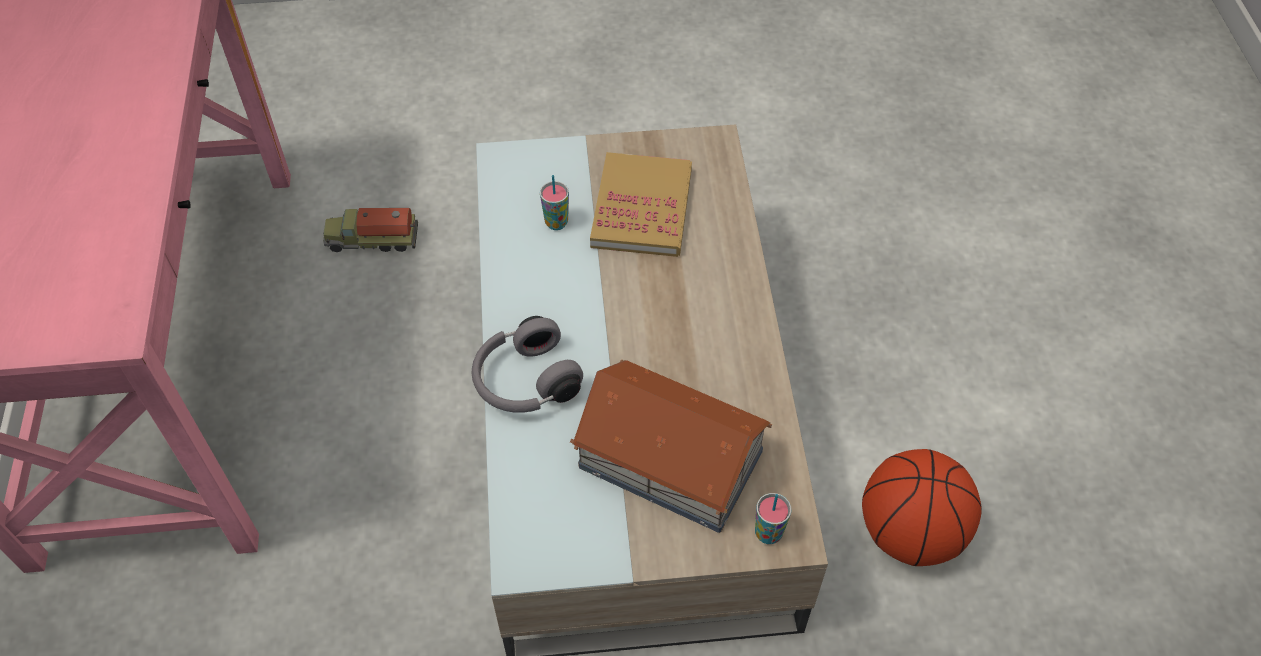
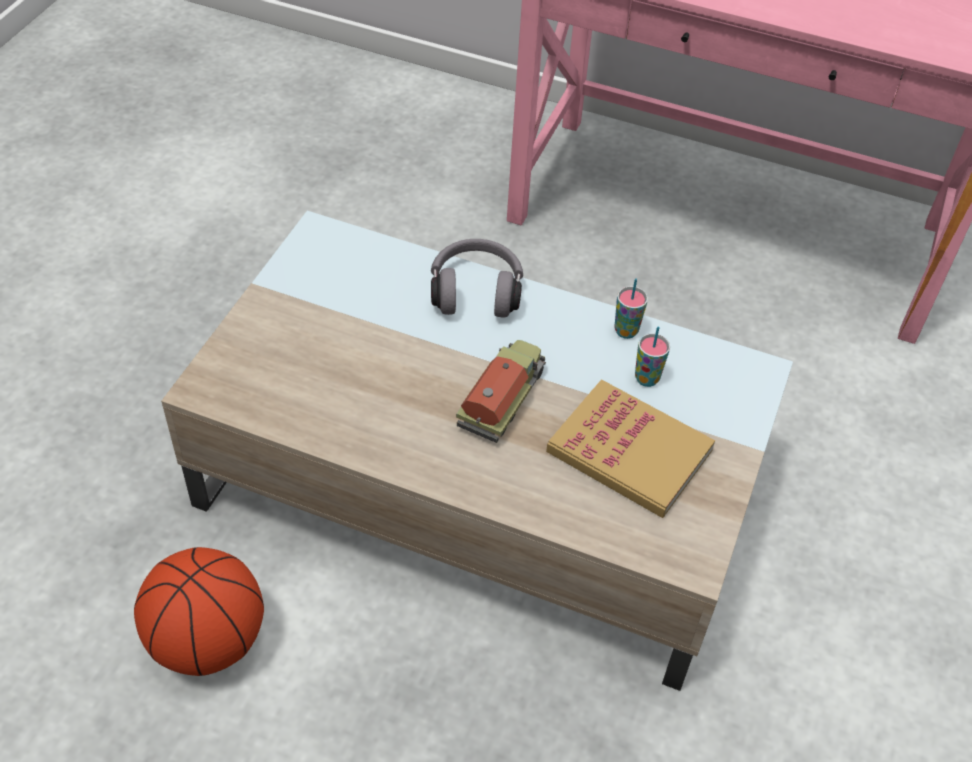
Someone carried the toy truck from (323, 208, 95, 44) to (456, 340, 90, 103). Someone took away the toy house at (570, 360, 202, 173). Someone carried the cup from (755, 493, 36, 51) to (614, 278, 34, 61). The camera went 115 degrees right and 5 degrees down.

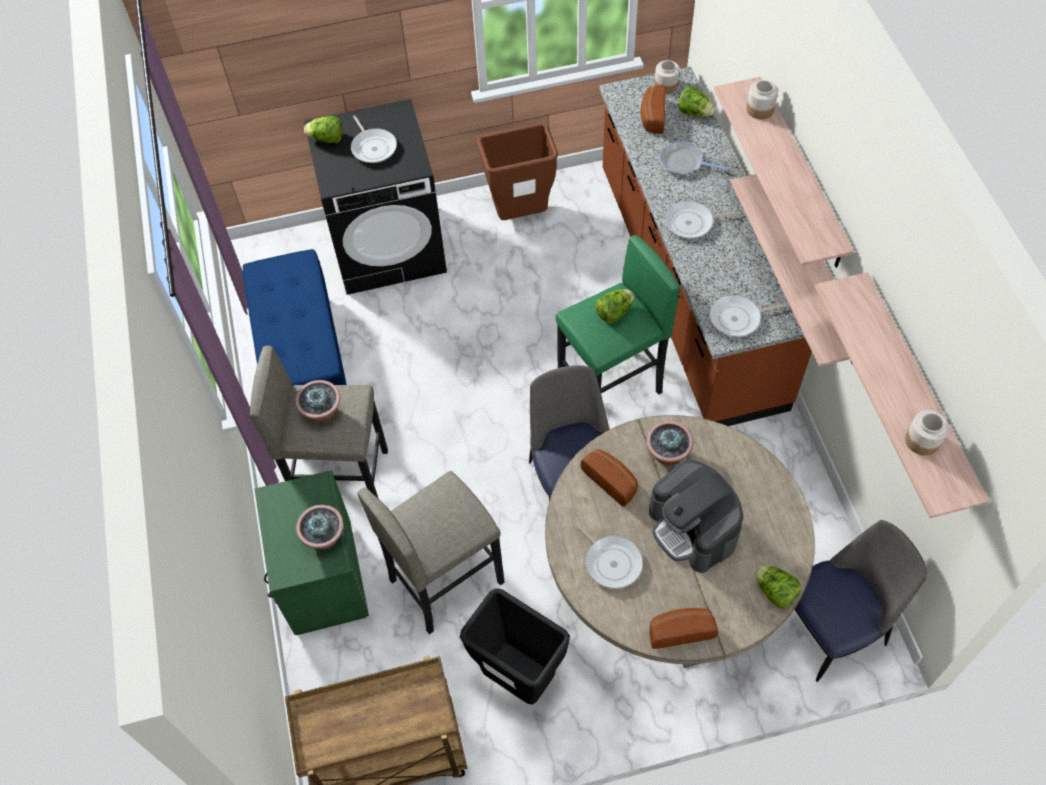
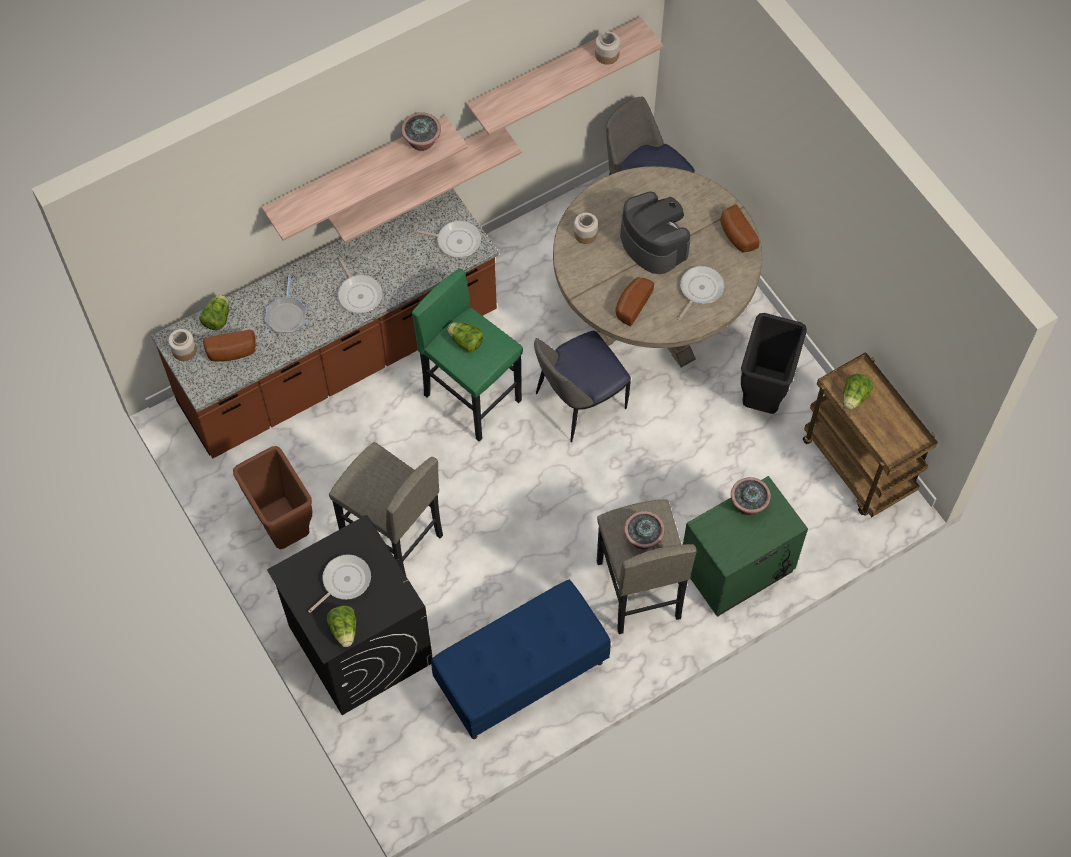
Someone carried the jar from (746, 80, 32, 39) to (574, 213, 24, 31). Someone rotated the frying pan at (709, 295, 78, 42) by 45 degrees counterclockwise. Someone carried the potted plant from (646, 421, 47, 44) to (401, 112, 40, 39). Someone rotated the coffee machine at (649, 460, 94, 113) by 75 degrees counterclockwise. Someone carried the grey stool from (357, 471, 148, 163) to (329, 442, 114, 133). Someone carried the lettuce from (755, 565, 46, 44) to (843, 374, 30, 36). The camera went 110 degrees left and 5 degrees up.

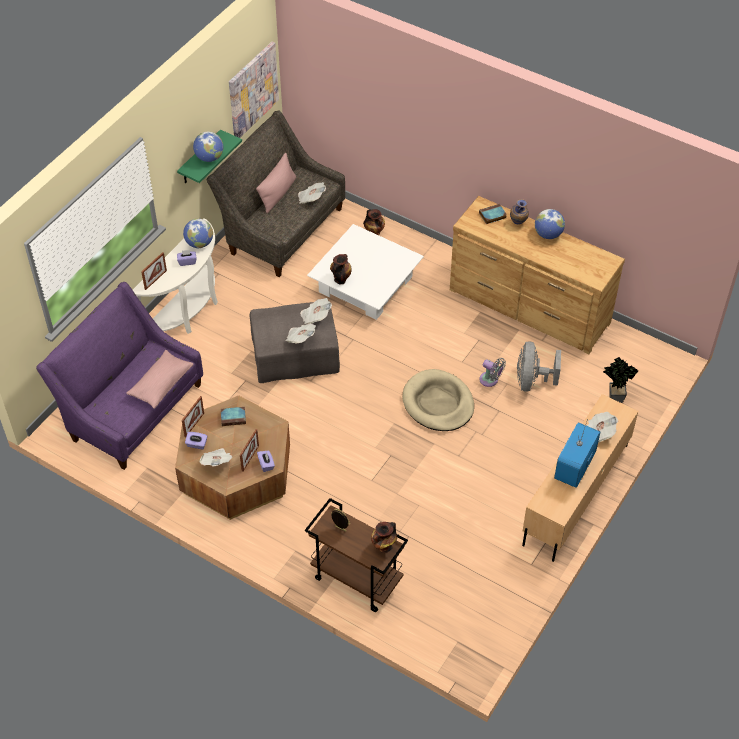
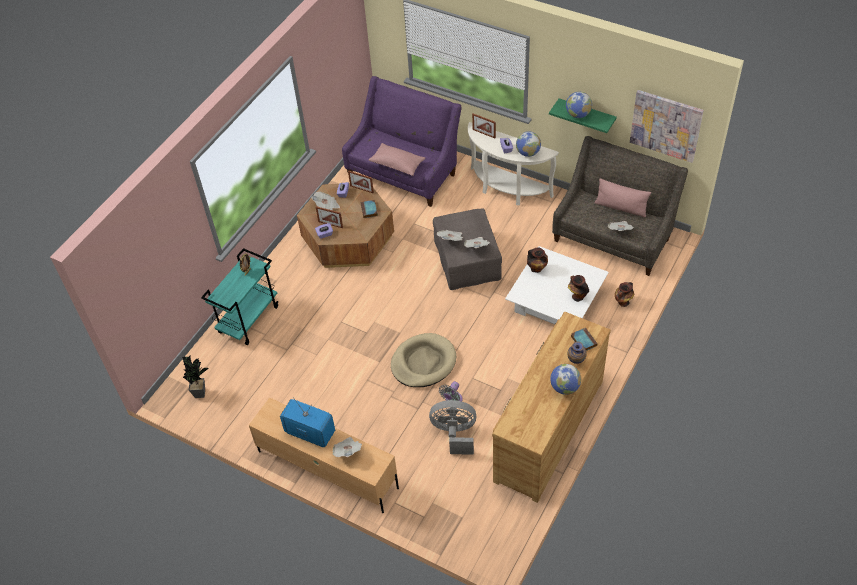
Someone carried the potted plant from (603, 357, 35, 46) to (182, 356, 27, 42). Someone repainted the brown cart at (305, 498, 103, 114), which became the turquoise cart at (201, 248, 78, 97). Someone carried the vase from (371, 522, 26, 31) to (568, 275, 21, 27). The camera went 90 degrees right and 0 degrees up.

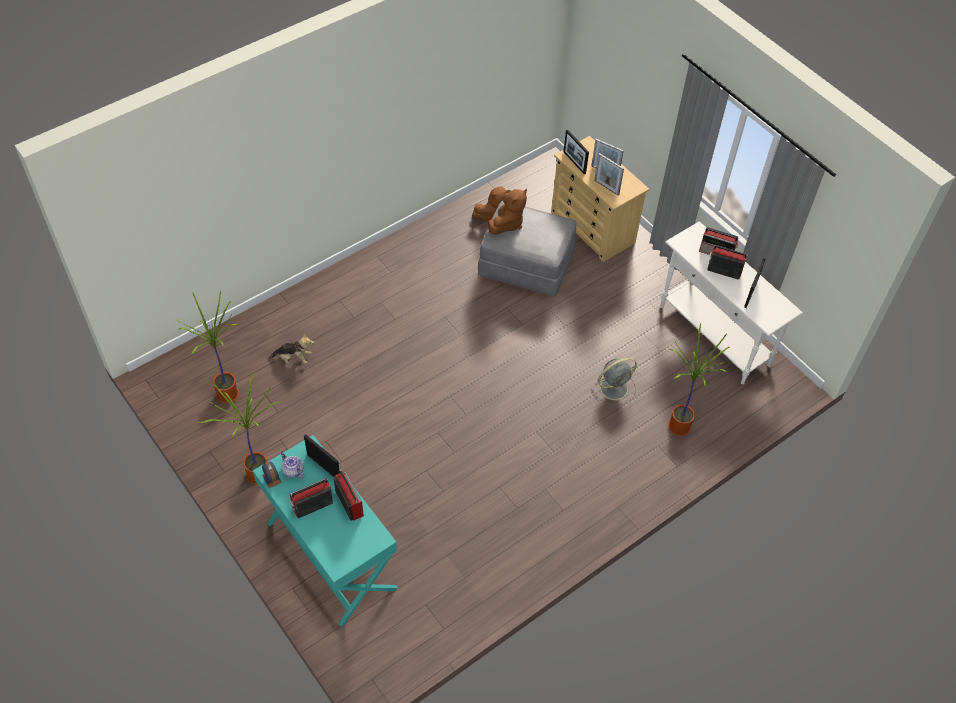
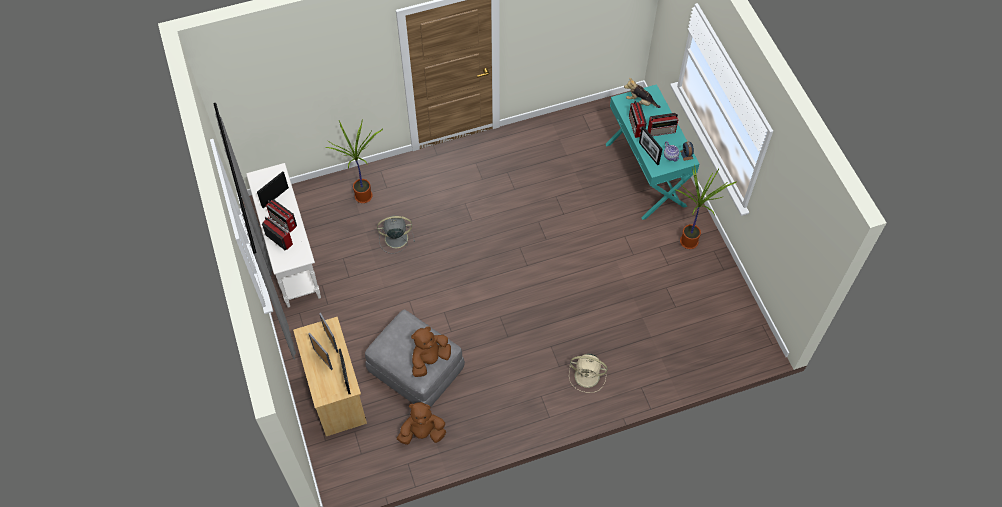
Someone took away the potted plant at (176, 291, 63, 113). Someone carried the plush toy from (269, 333, 45, 31) to (624, 78, 37, 30). Someone put down the beige fan at (569, 354, 39, 39). The camera went 160 degrees left and 5 degrees up.

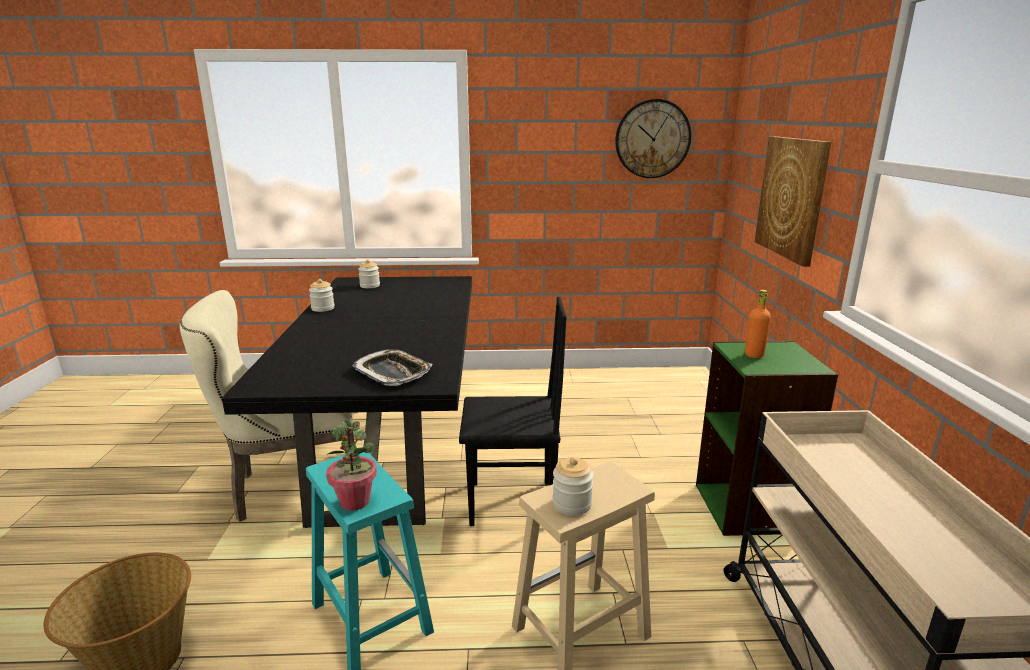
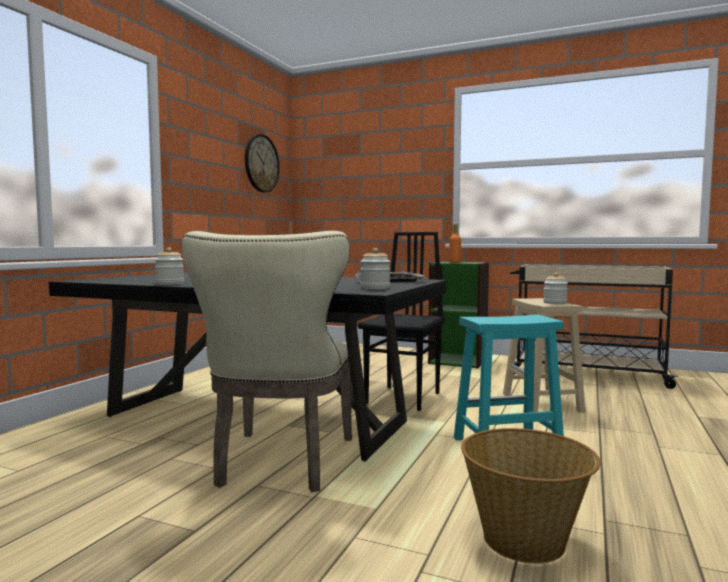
Someone took away the picture at (755, 136, 76, 131). Someone carried the jar from (358, 259, 22, 29) to (360, 248, 30, 41). Someone took away the potted plant at (326, 419, 51, 92). The camera went 65 degrees left and 15 degrees down.

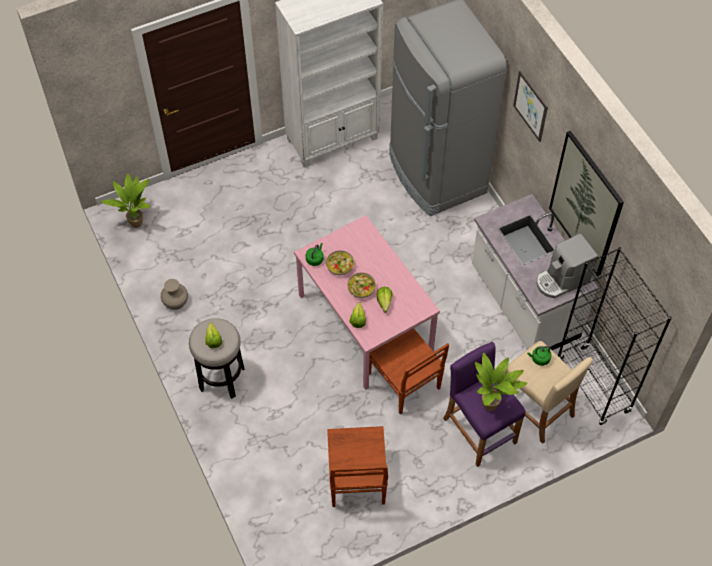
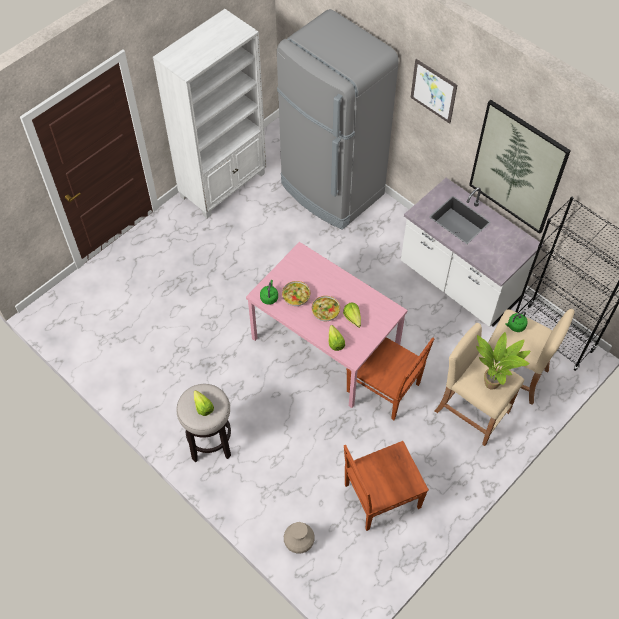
Someone took away the potted plant at (101, 173, 49, 55). Someone took away the coffee machine at (536, 233, 62, 65). Someone carried the beige vase from (161, 279, 27, 31) to (284, 522, 31, 32). Someone repainted the purple stool at (443, 342, 83, 125), which became the beige stool at (435, 323, 89, 123). Someone rotated the brown chair at (327, 426, 61, 81) by 90 degrees clockwise. The camera went 20 degrees left and 0 degrees up.

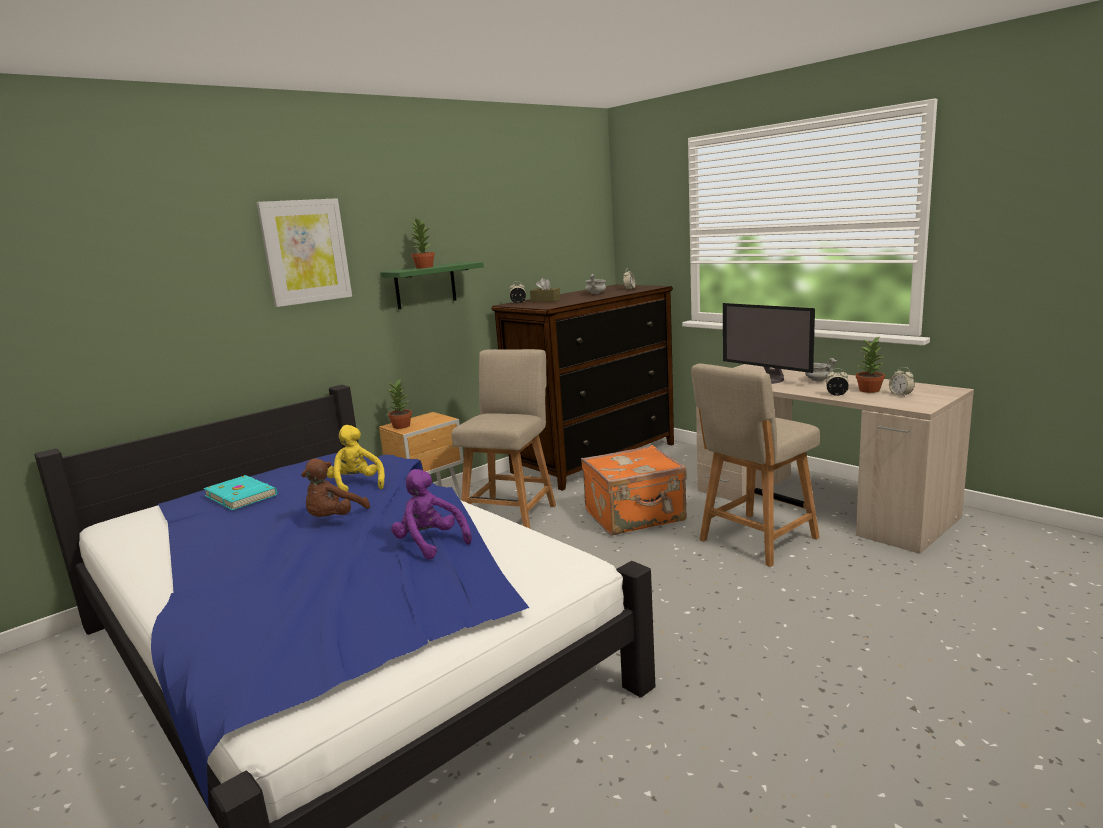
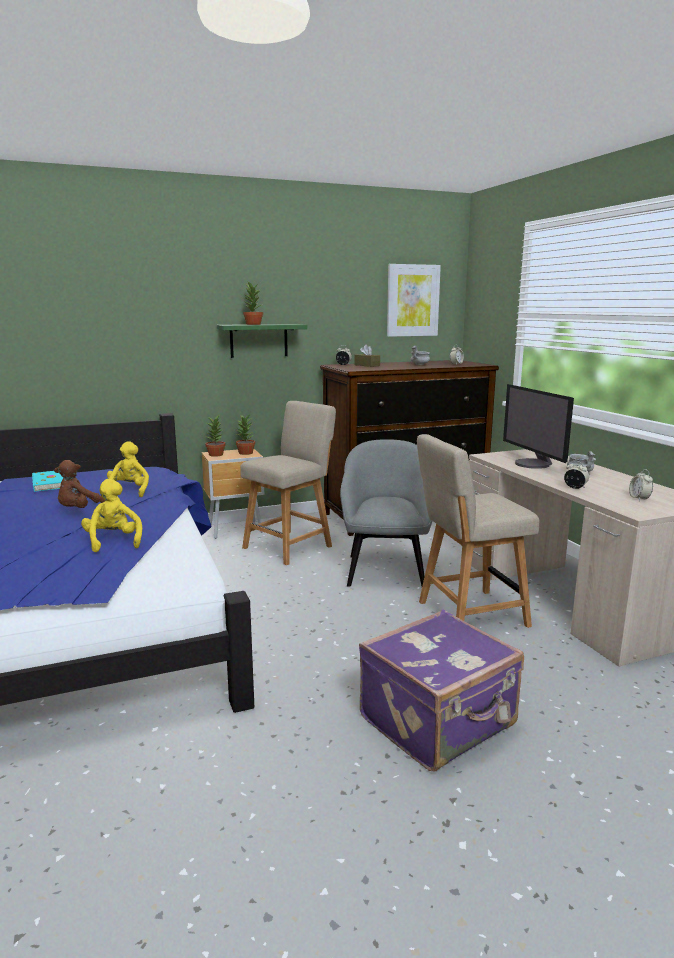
Someone carried the picture from (257, 198, 95, 109) to (387, 264, 54, 73). Someone carried the potted plant from (856, 336, 29, 57) to (236, 415, 19, 40). Someone swapped the orange suitcase at (581, 445, 106, 90) for the grey armchair at (340, 439, 92, 148). Someone repainted the purple plush toy at (391, 469, 81, 91), which became the yellow plush toy at (81, 479, 61, 73). Someone put down the purple suitcase at (359, 609, 165, 162). The camera went 20 degrees right and 0 degrees up.

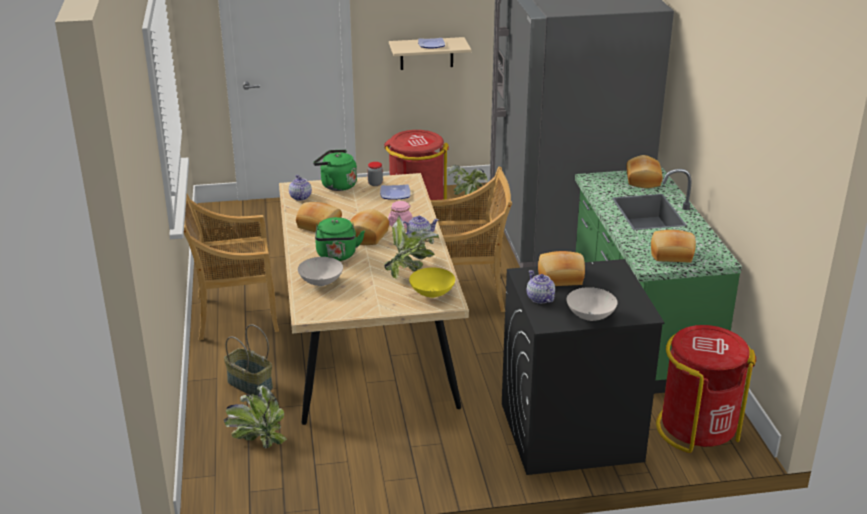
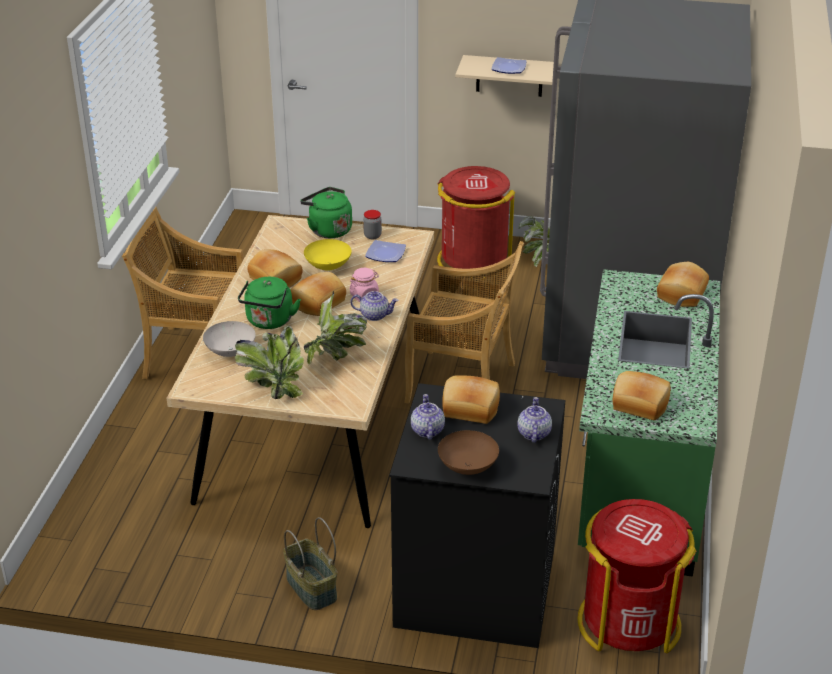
Someone carried the teapot from (289, 175, 23, 26) to (518, 397, 34, 46). Someone carried the yellow bowl from (409, 268, 46, 30) to (304, 239, 48, 32). Someone repainted the white bowl at (566, 287, 52, 34), which became the brown bowl at (438, 430, 61, 45). Someone carried the basket from (224, 324, 49, 72) to (283, 517, 54, 93). Someone carried the potted plant from (224, 385, 63, 63) to (235, 326, 69, 73). The camera went 20 degrees right and 5 degrees up.

